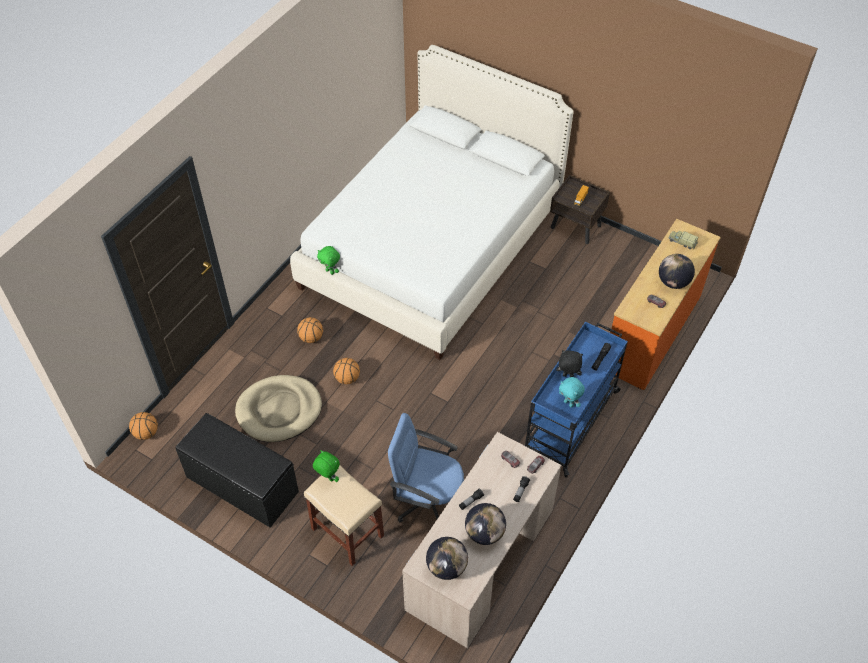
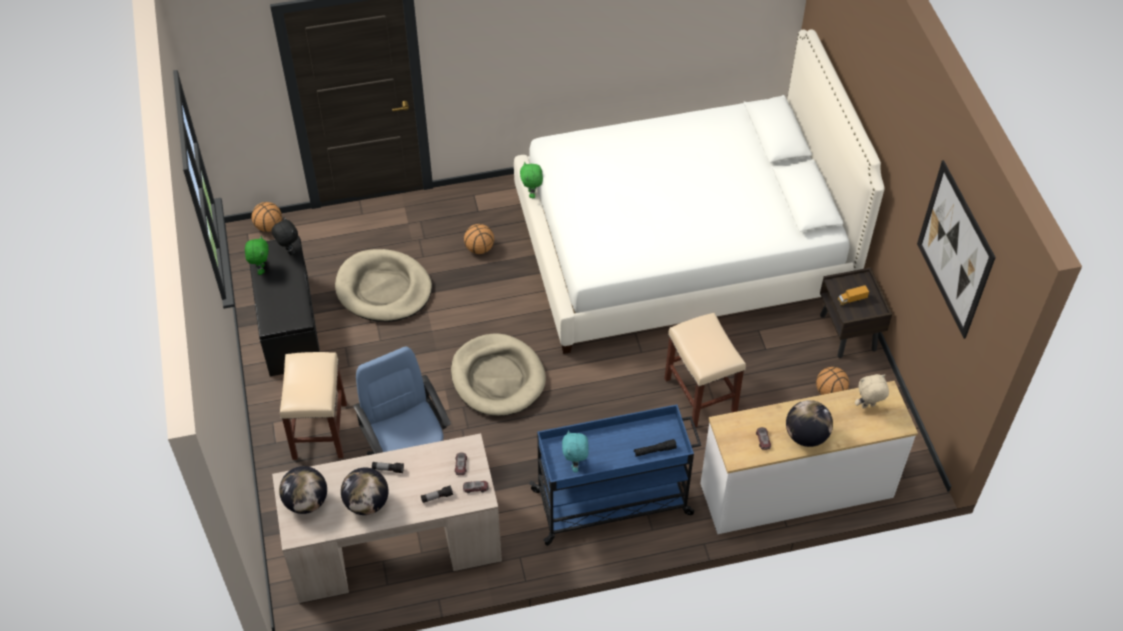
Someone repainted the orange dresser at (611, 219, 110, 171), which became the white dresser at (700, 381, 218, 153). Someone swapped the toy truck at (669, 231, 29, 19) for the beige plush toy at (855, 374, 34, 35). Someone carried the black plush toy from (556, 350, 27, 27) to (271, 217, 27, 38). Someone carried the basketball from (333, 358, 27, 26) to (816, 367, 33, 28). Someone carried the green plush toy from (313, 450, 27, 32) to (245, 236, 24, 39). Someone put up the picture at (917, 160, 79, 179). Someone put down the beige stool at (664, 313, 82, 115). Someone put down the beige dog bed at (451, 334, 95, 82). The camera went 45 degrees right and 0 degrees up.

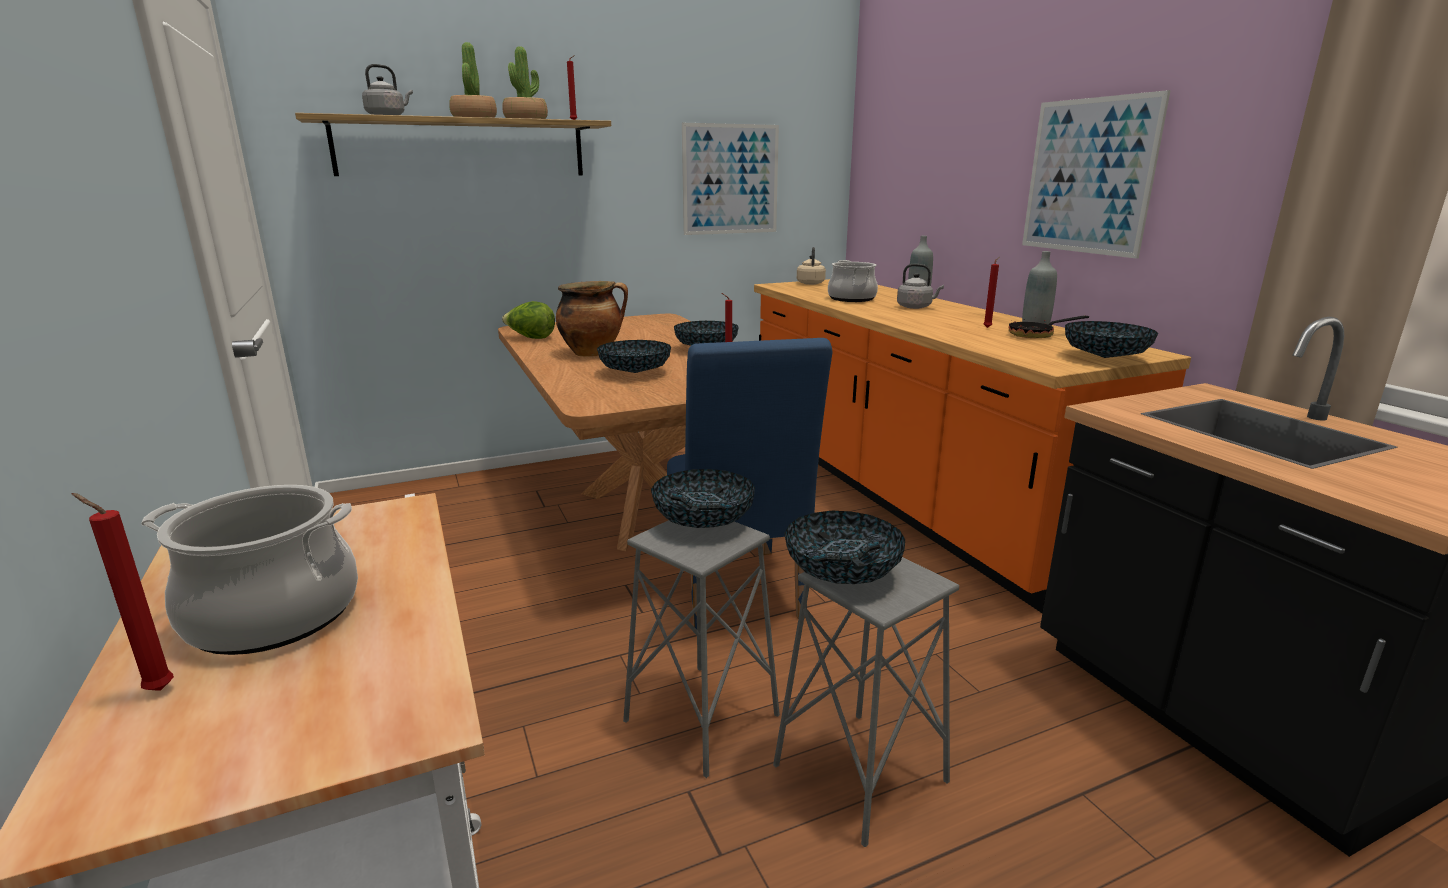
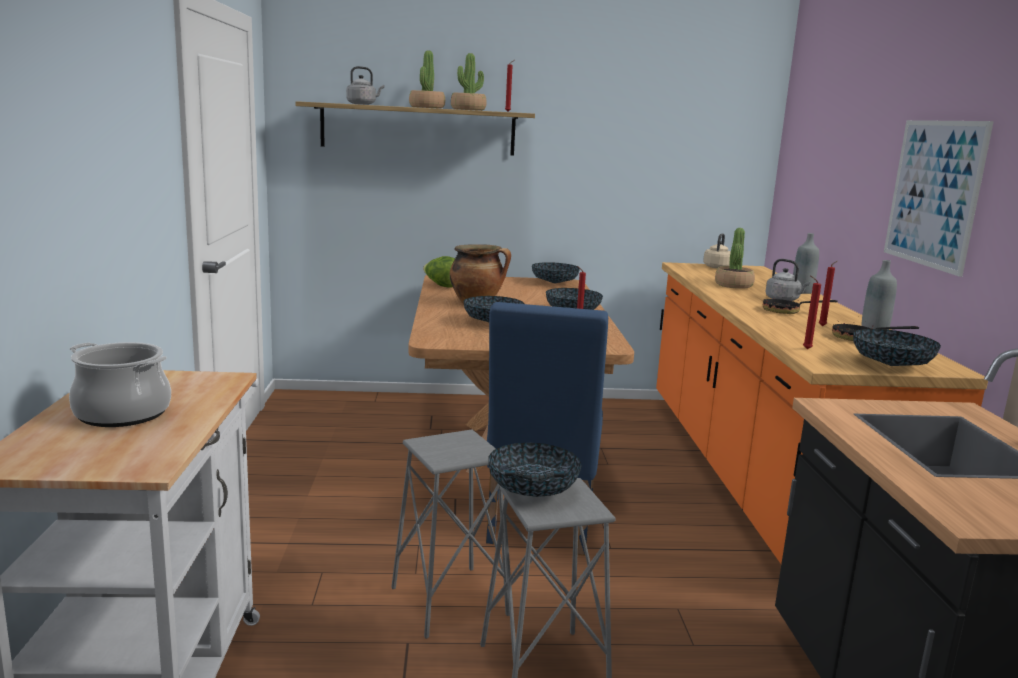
Someone took away the picture at (682, 123, 97, 112). Someone swapped the cooking pot at (828, 260, 50, 42) for the potted plant at (715, 228, 40, 61). Someone carried the bowl from (651, 469, 104, 59) to (532, 262, 48, 22). Someone carried the red candle from (71, 493, 103, 198) to (803, 275, 18, 74). Someone put down the frying pan at (763, 297, 75, 17). The camera went 20 degrees right and 5 degrees down.

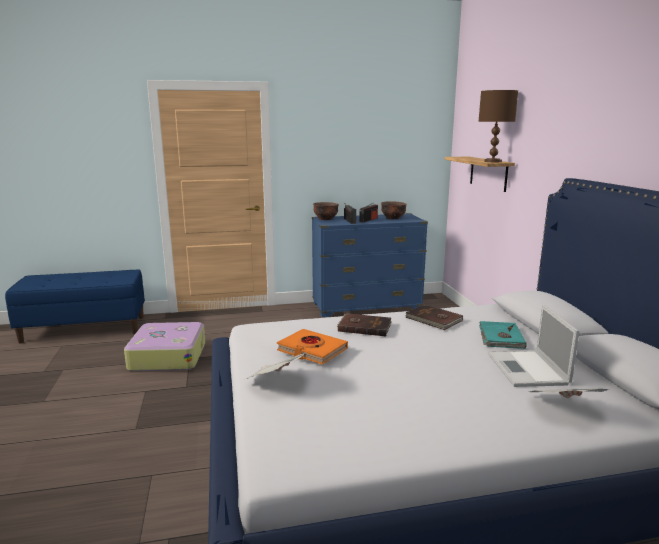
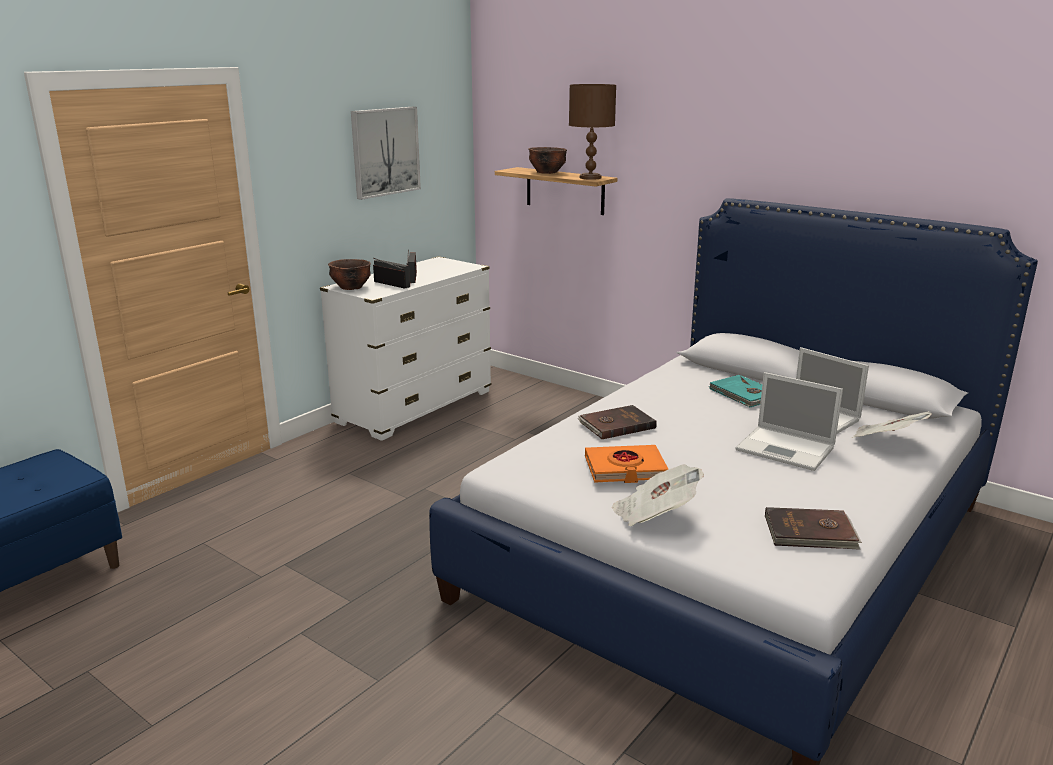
Someone carried the brown bowl from (381, 201, 26, 18) to (529, 147, 38, 27). Someone repainted the blue dresser at (312, 213, 116, 104), which became the white dresser at (320, 256, 171, 185). Someone carried the brown book from (405, 304, 58, 26) to (765, 507, 97, 43). Someone took away the suitcase at (124, 322, 81, 49). Someone put up the picture at (351, 107, 70, 93). Someone put down the laptop at (735, 372, 108, 99). The camera went 40 degrees left and 5 degrees up.

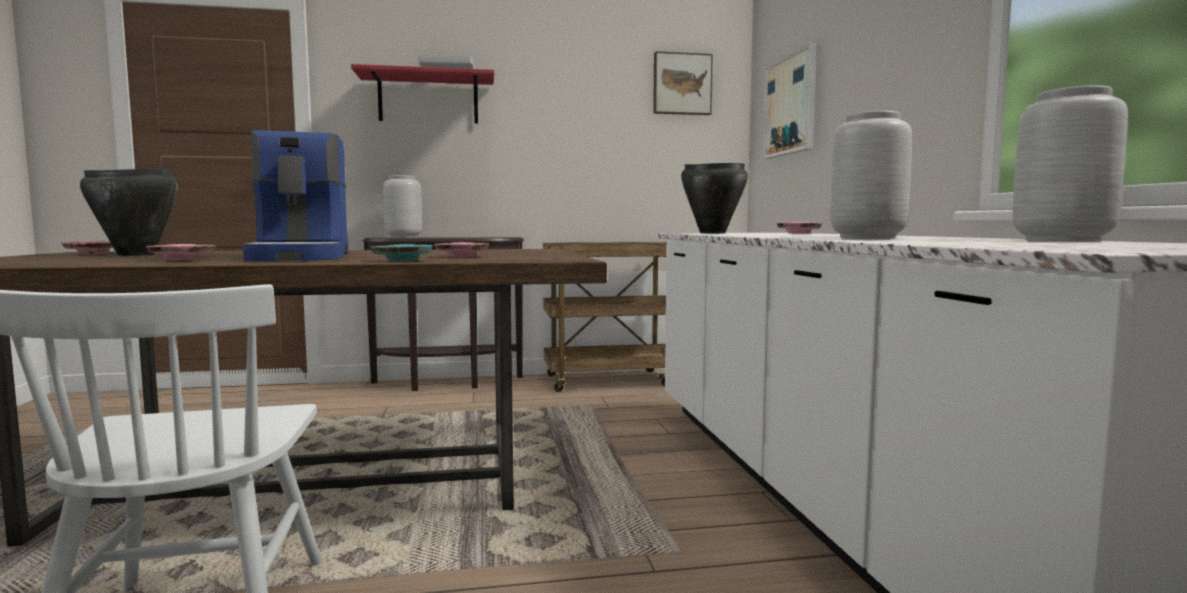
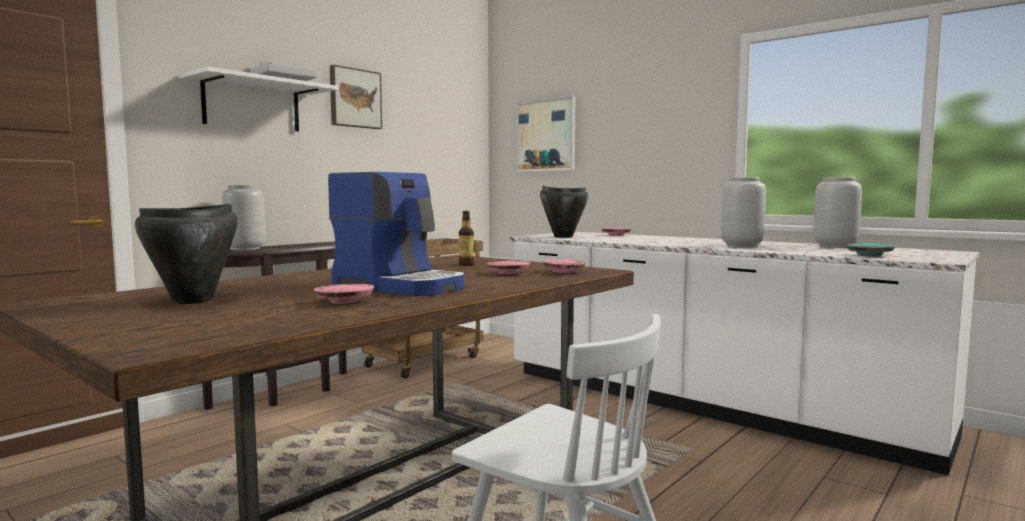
Someone carried the picture from (653, 51, 60, 64) to (330, 65, 52, 64). Someone repainted the red shelf at (351, 64, 143, 59), which became the white shelf at (182, 66, 156, 65). Someone carried the pink plate from (61, 240, 52, 14) to (543, 259, 43, 14). Someone carried the turquoise plate from (370, 244, 63, 17) to (846, 243, 49, 13). Someone put down the bottle at (459, 211, 15, 55). The camera went 40 degrees left and 0 degrees up.

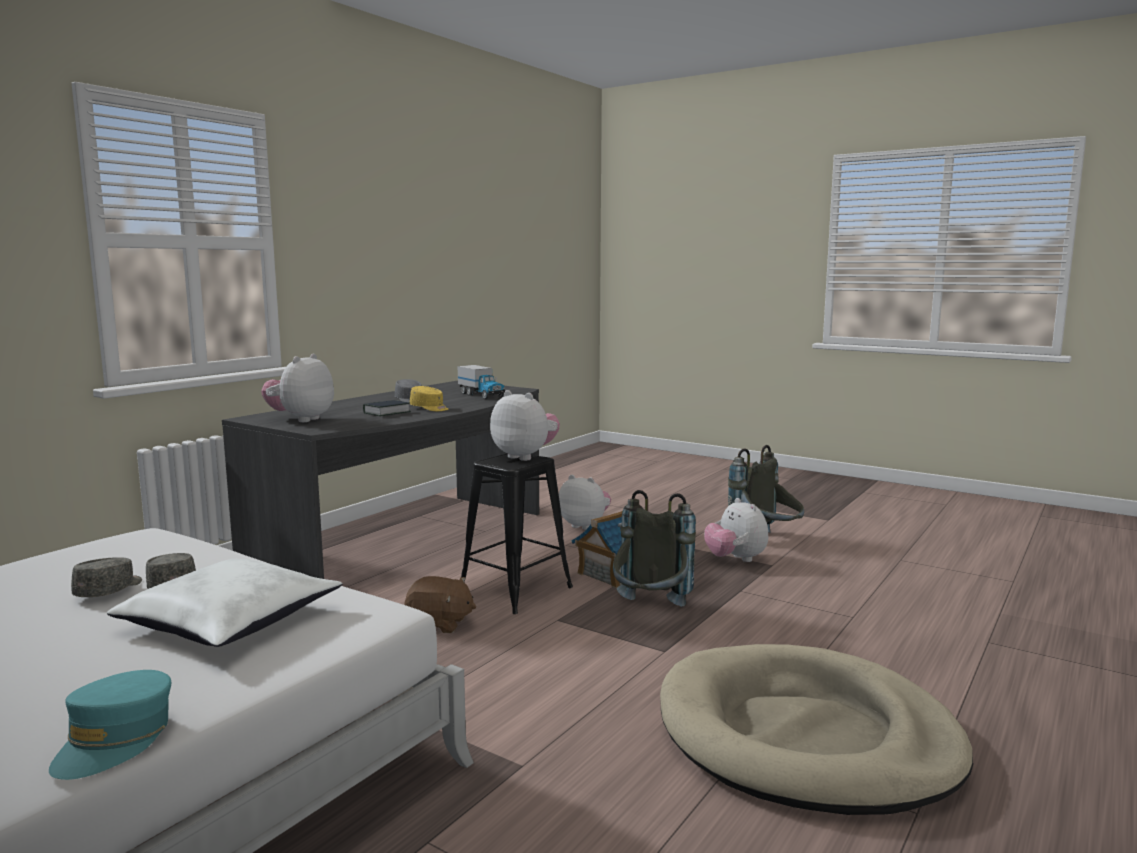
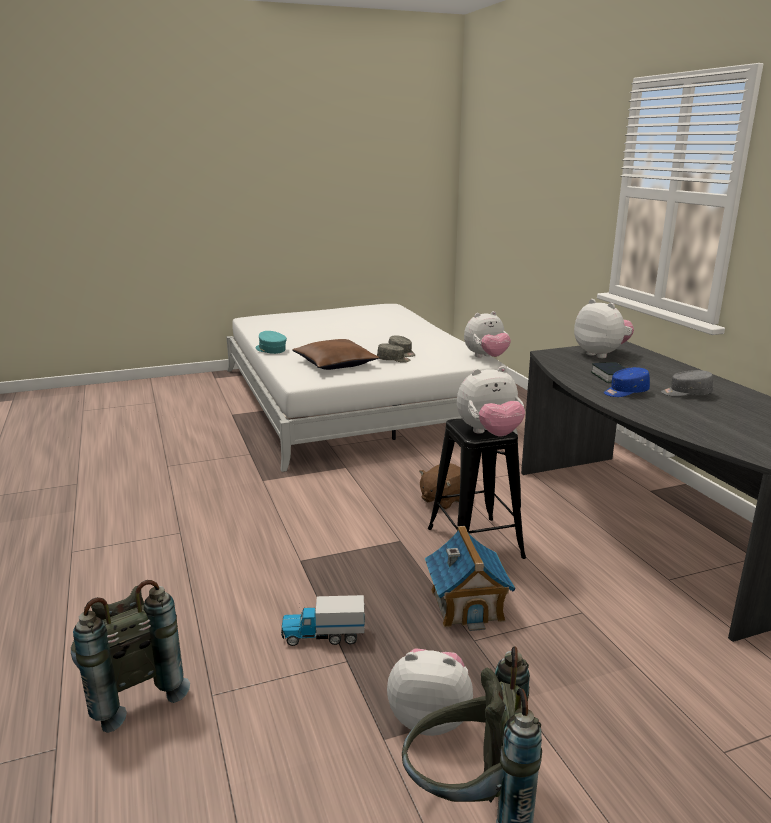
Someone carried the toy truck from (458, 365, 47, 34) to (281, 595, 84, 51). Someone repainted the yellow cap at (410, 386, 38, 25), which became the blue cap at (604, 367, 46, 30). Someone carried the plush toy from (559, 475, 52, 55) to (464, 311, 47, 46). Someone carried the grey backpack from (613, 490, 83, 116) to (71, 580, 119, 153). Someone repainted the white pillow at (107, 559, 236, 88), which became the brown pillow at (292, 339, 87, 31). Someone took away the beige dog bed at (660, 644, 313, 171). The camera went 125 degrees right and 10 degrees up.

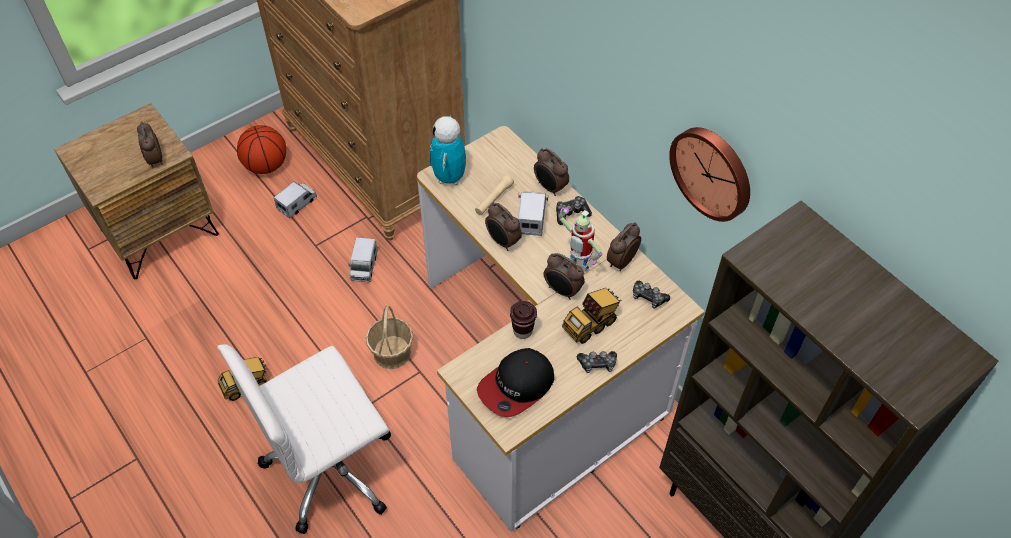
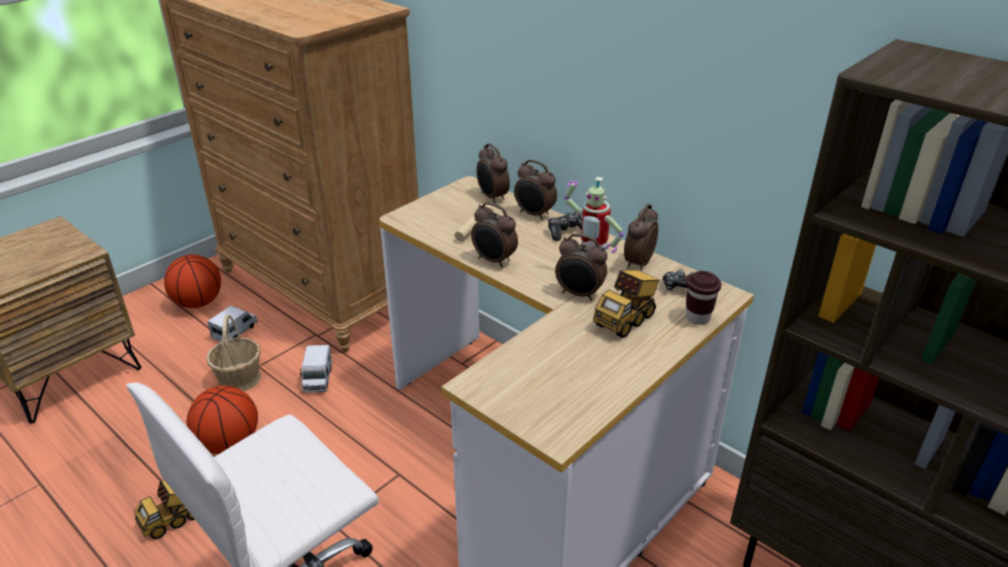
Someone took away the toy robot at (430, 115, 36, 70). Someone carried the alarm clock from (137, 121, 25, 47) to (476, 143, 34, 60). Someone took away the wall clock at (669, 127, 81, 95). Someone took away the toy truck at (518, 191, 30, 45). Someone carried the brown cup from (510, 301, 27, 38) to (686, 271, 35, 54). Someone carried the basket from (366, 306, 47, 63) to (207, 314, 54, 77). Someone took away the cap at (477, 348, 77, 69). Someone took away the game controller at (577, 351, 40, 22). Someone put down the basketball at (187, 386, 71, 68). The camera went 10 degrees left and 20 degrees down.

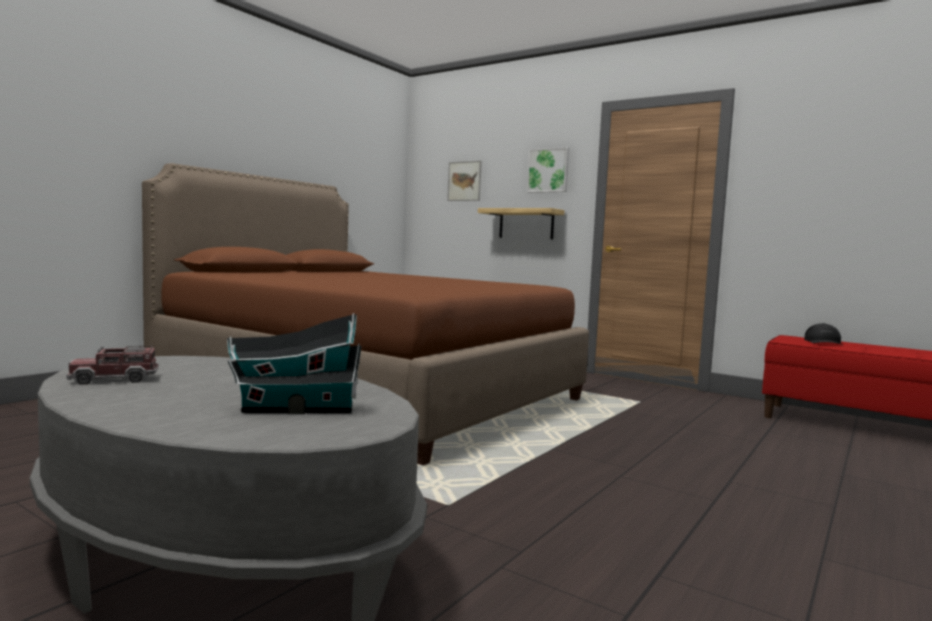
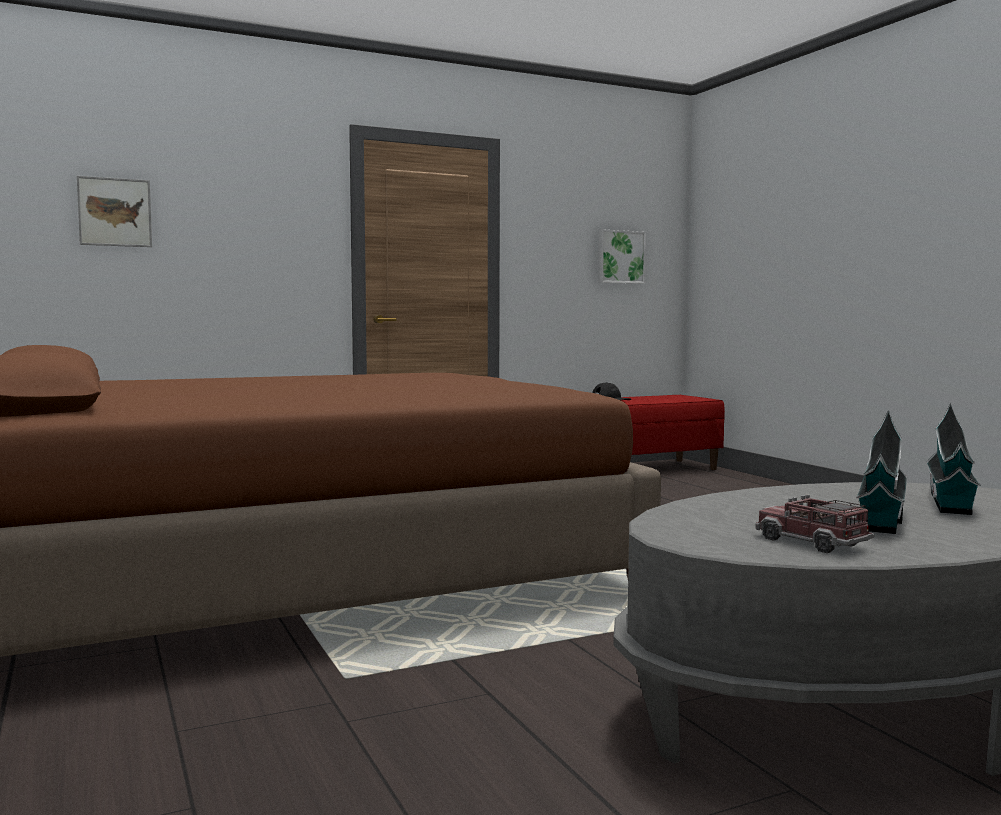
Someone carried the picture from (527, 147, 42, 46) to (598, 229, 48, 55). Someone took away the shelf at (478, 208, 87, 31). Someone rotated the toy truck at (67, 346, 92, 39) by 135 degrees clockwise. Someone put down the toy house at (856, 410, 52, 124). The camera went 60 degrees left and 0 degrees up.

